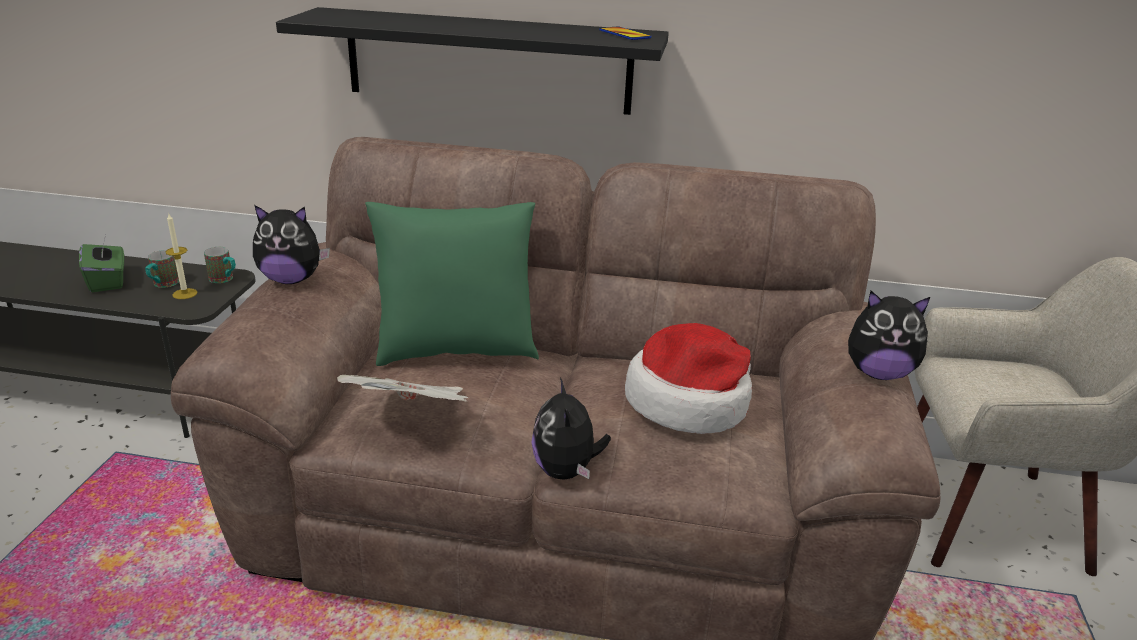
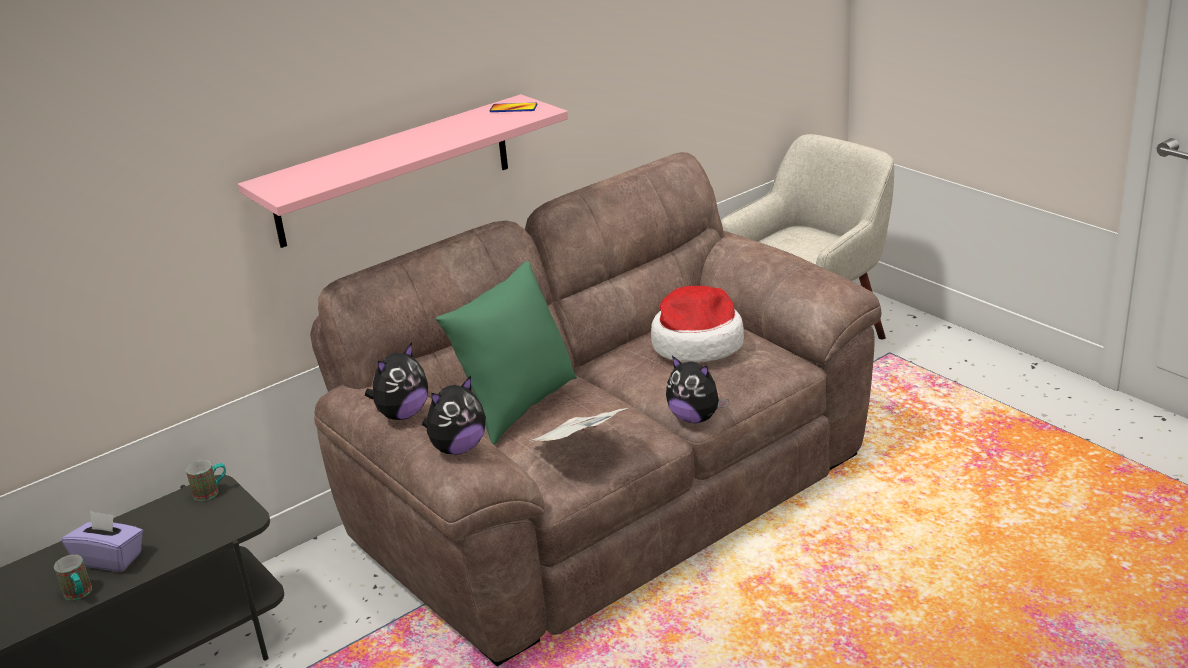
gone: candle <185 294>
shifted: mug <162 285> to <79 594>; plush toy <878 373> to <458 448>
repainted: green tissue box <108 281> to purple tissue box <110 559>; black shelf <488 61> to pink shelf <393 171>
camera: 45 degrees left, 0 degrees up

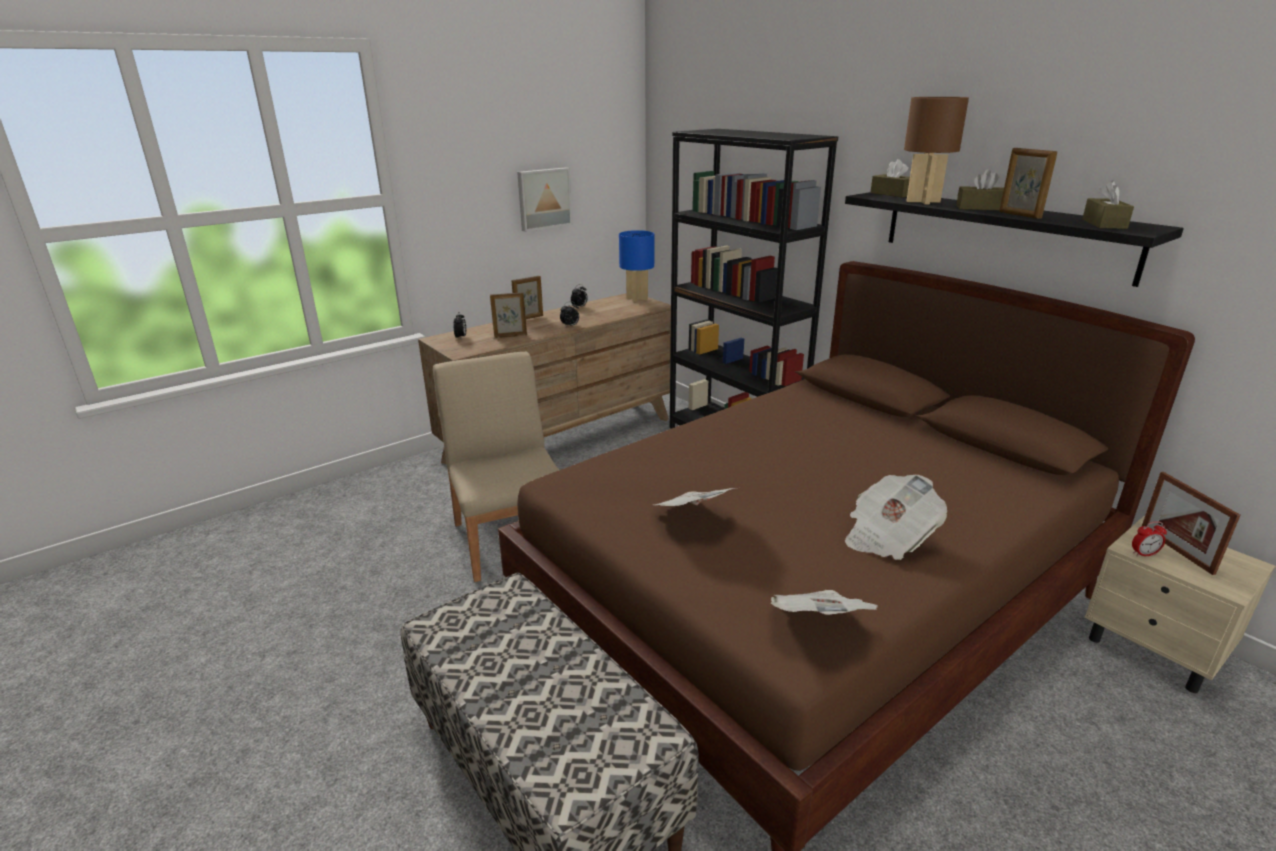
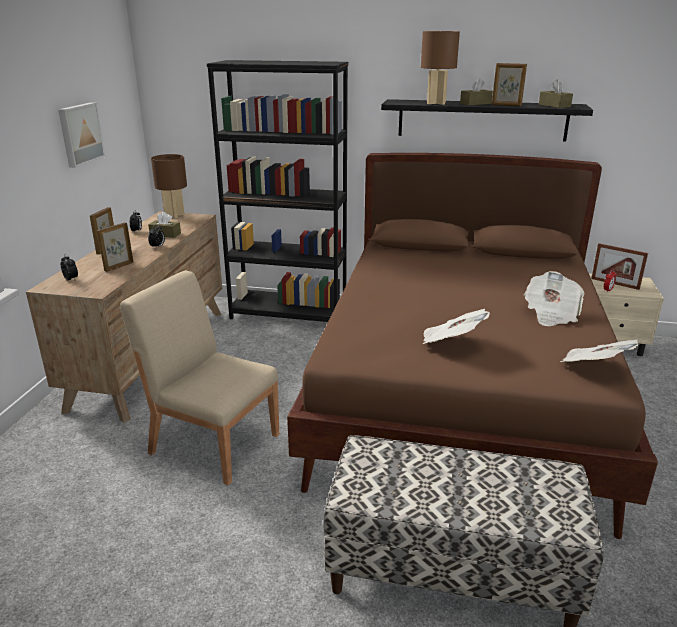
shifted: brown tissue box <892 194> to <165 234>
repainted: blue table lamp <636 298> to brown table lamp <174 215>
camera: 40 degrees left, 0 degrees up

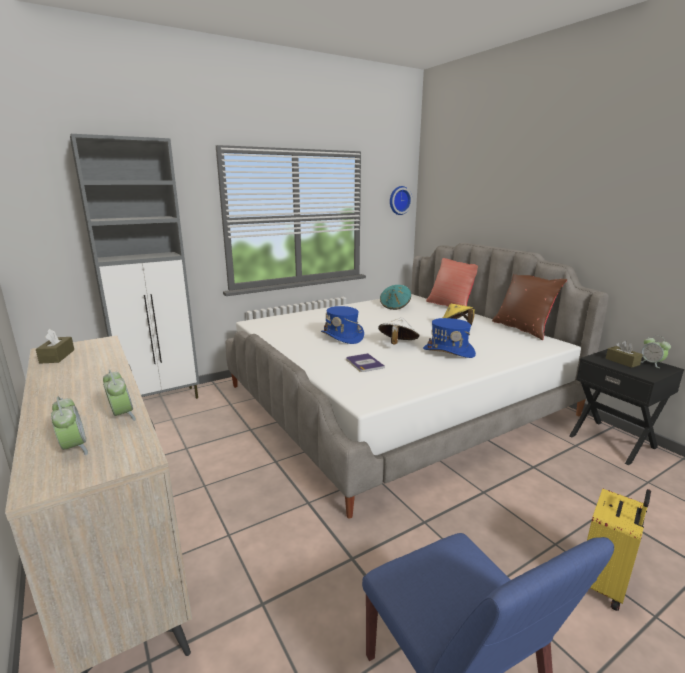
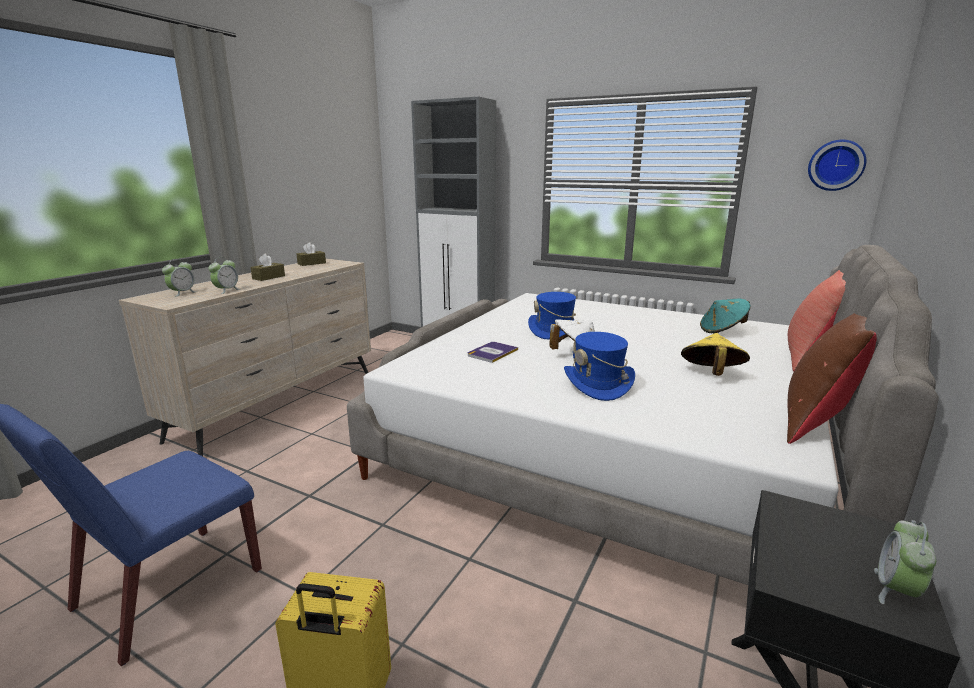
shifted: brown tissue box <622 361> to <268 277>
camera: 60 degrees right, 0 degrees up

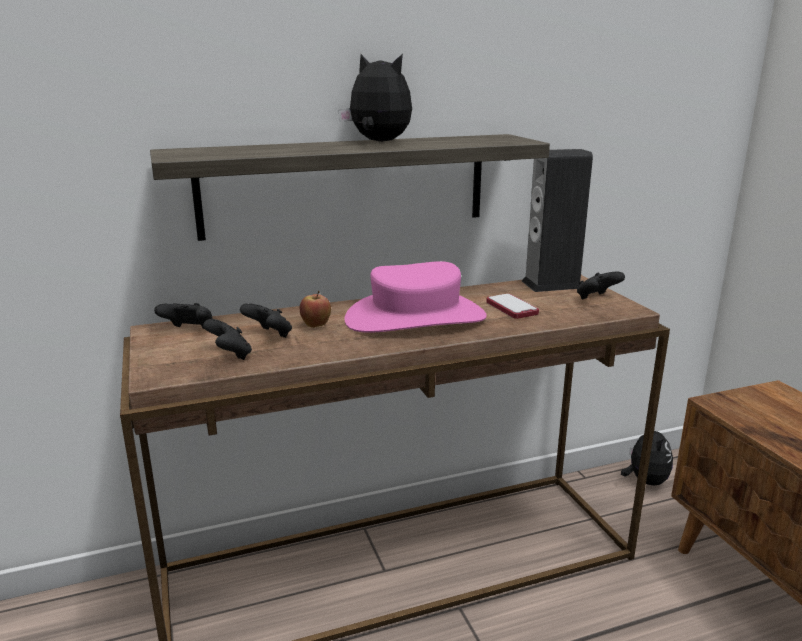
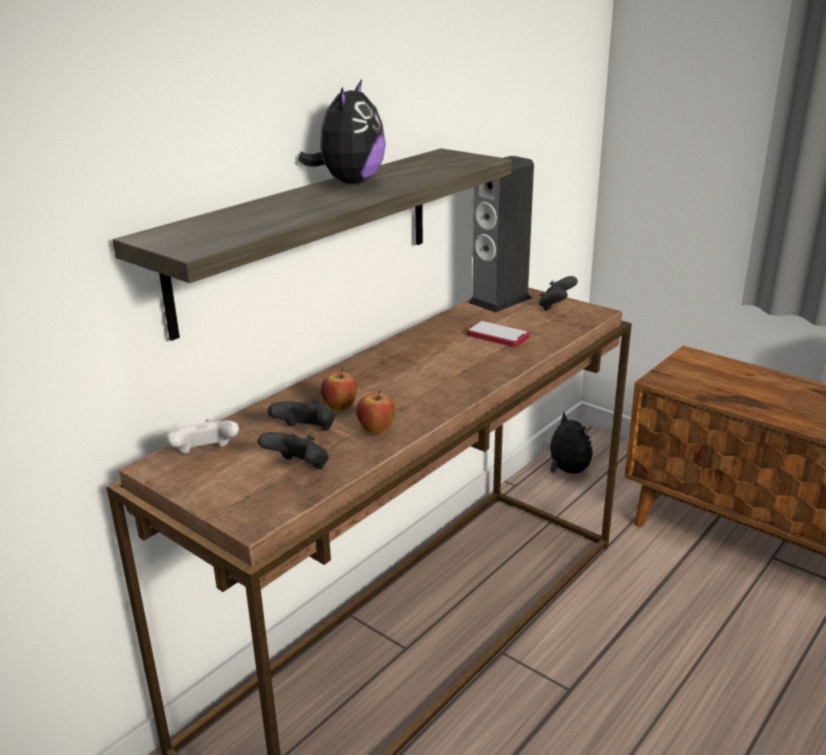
gone: pink hat <415 318>
new: apple <376 431>
repainted: black game controller <189 331> to white game controller <205 454>
rotated: plush toy <378 142> = <349 182> 105 degrees clockwise
camera: 30 degrees left, 5 degrees up

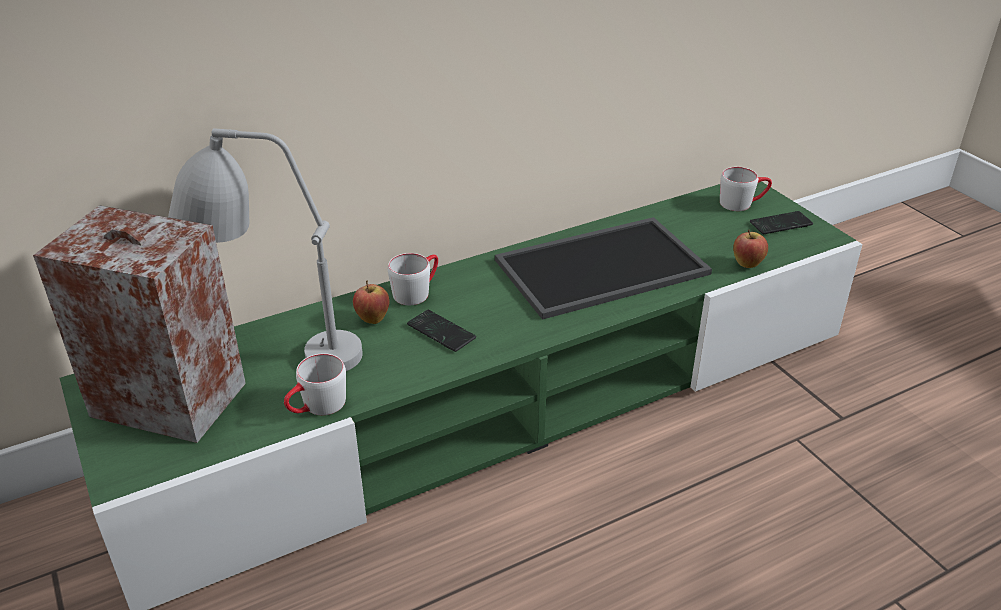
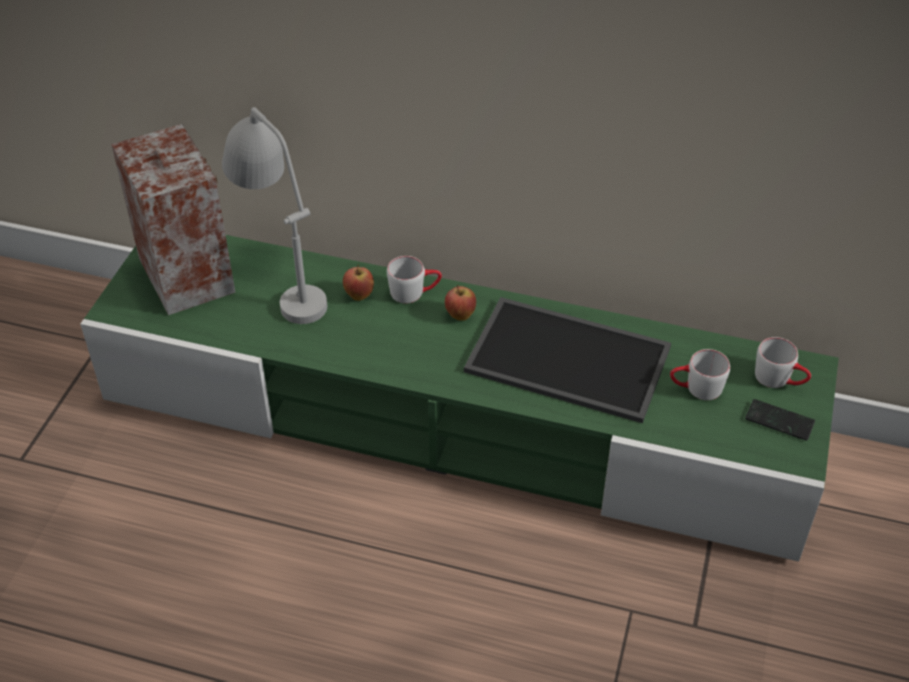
gone: phone <441 332>
shifted: grey mug <317 407> to <696 388>; apple <747 265> to <460 316>
camera: 45 degrees right, 10 degrees up

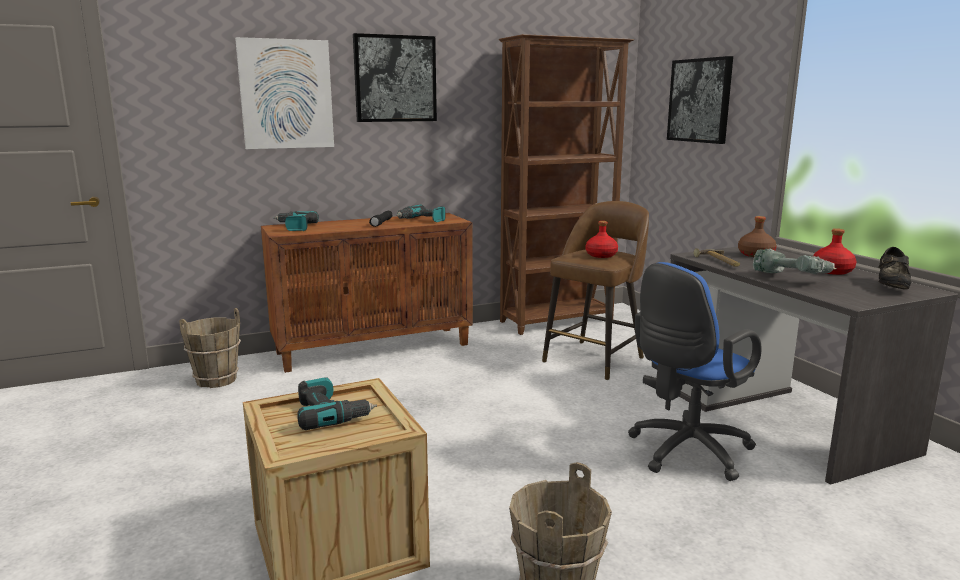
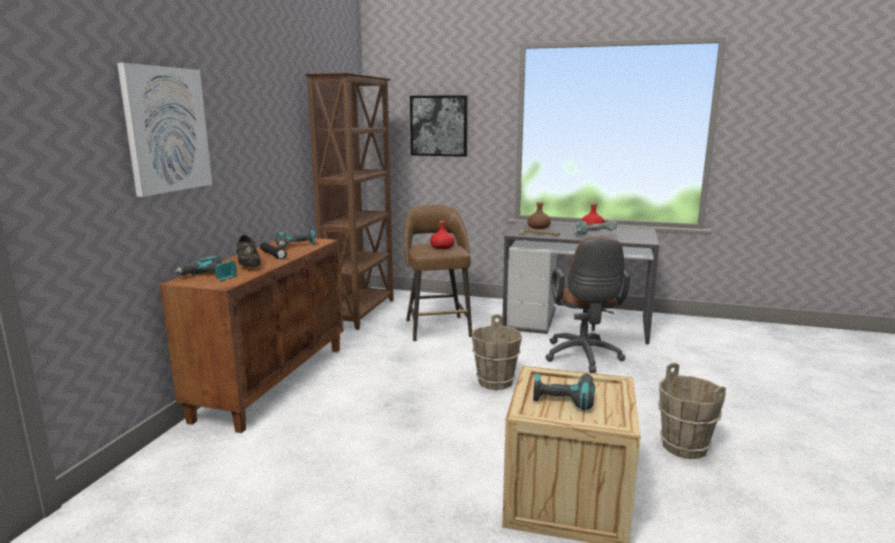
gone: picture <395 79>
shifted: brown bucket <216 380> to <495 382>; black shoe <891 286> to <249 265>
repainted: blue office chair <685 453> to brown office chair <583 357>
camera: 50 degrees left, 0 degrees up

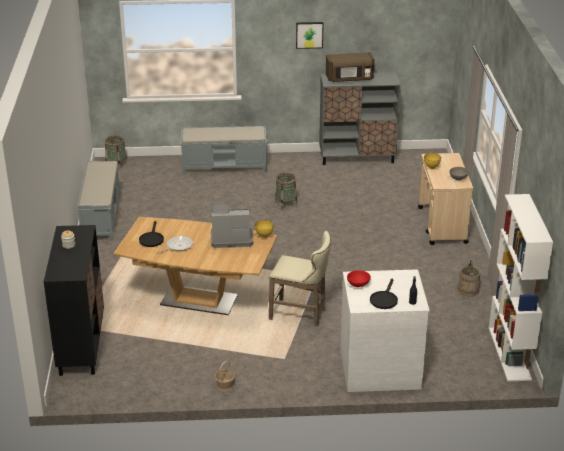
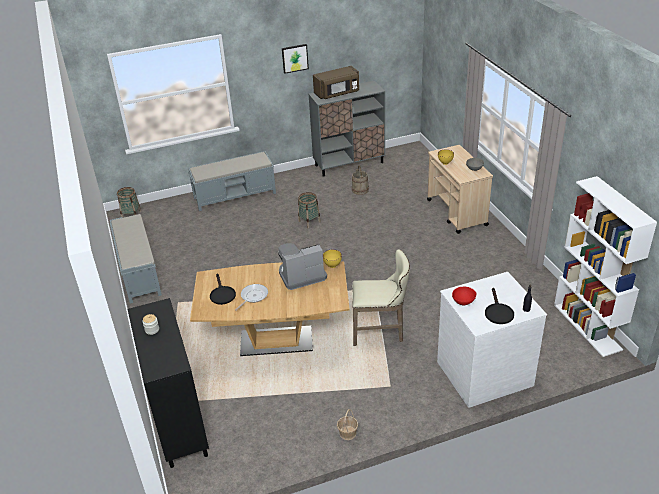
shifted: beige bucket <468 290> to <360 190>
camera: 15 degrees left, 5 degrees up

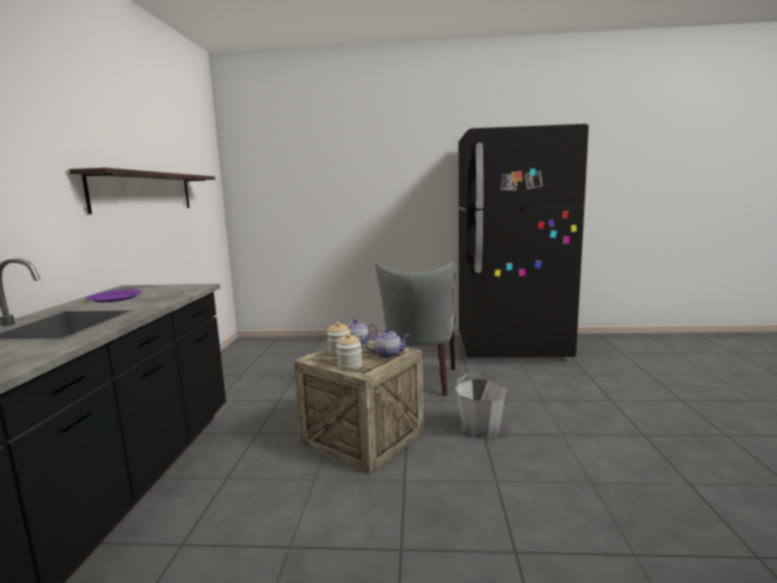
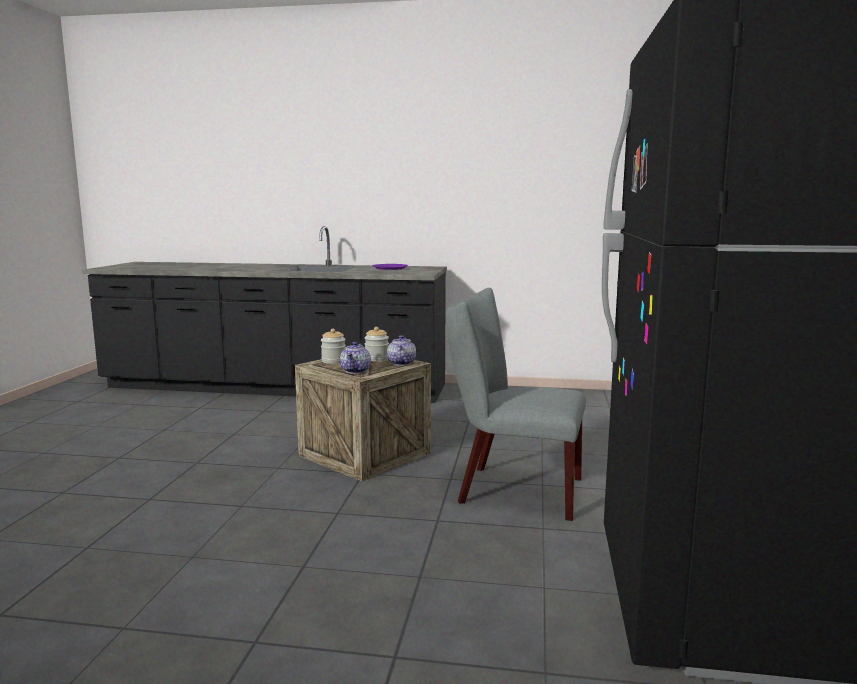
gone: shelf <144 192>; grey bucket <481 428>
camera: 95 degrees right, 0 degrees up

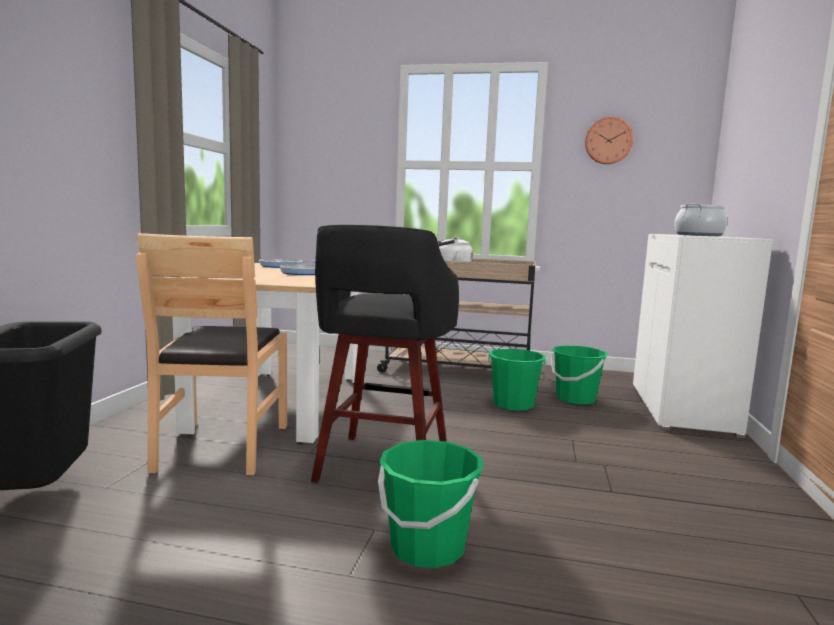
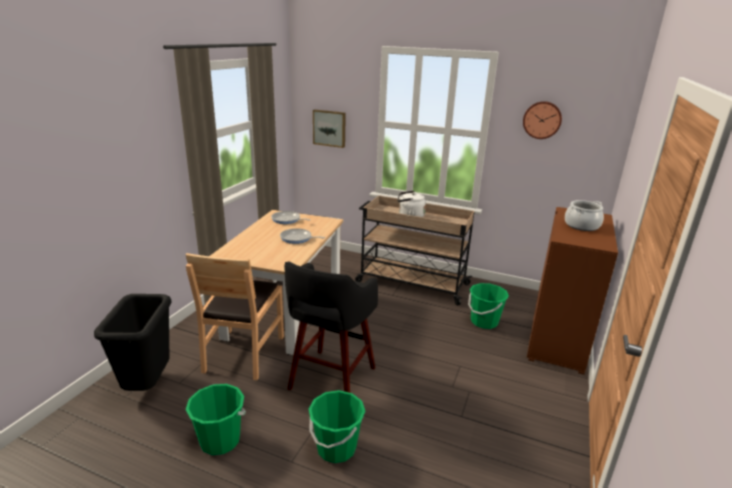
new: picture <329 128>
shifted: green bucket <513 404> to <220 440>
repainted: white cabinet <683 409> to brown cabinet <558 339>
camera: 10 degrees right, 15 degrees up

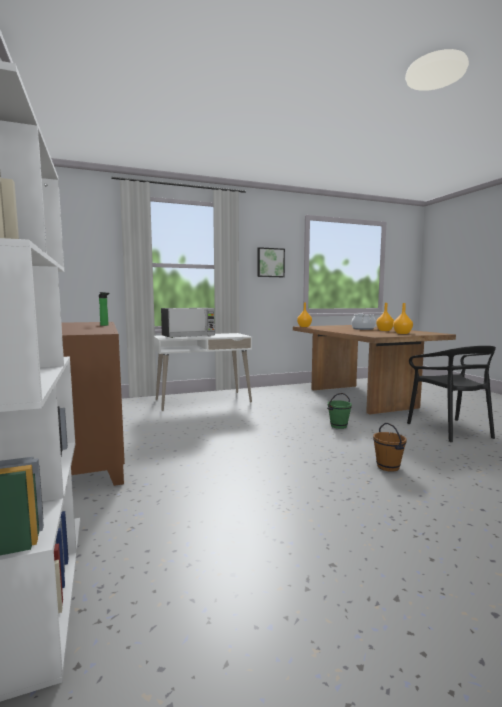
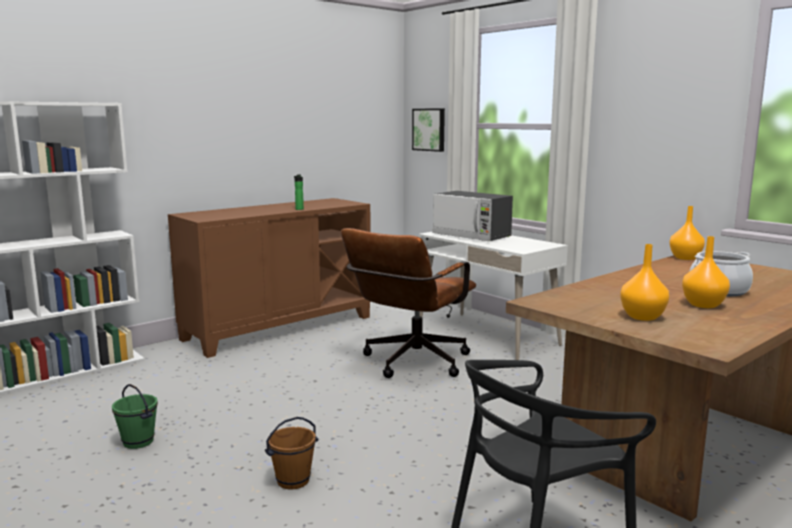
new: brown office chair <410 364>
shifted: picture <270 262> to <429 129>; green bucket <339 426> to <137 442>
camera: 70 degrees right, 5 degrees up

